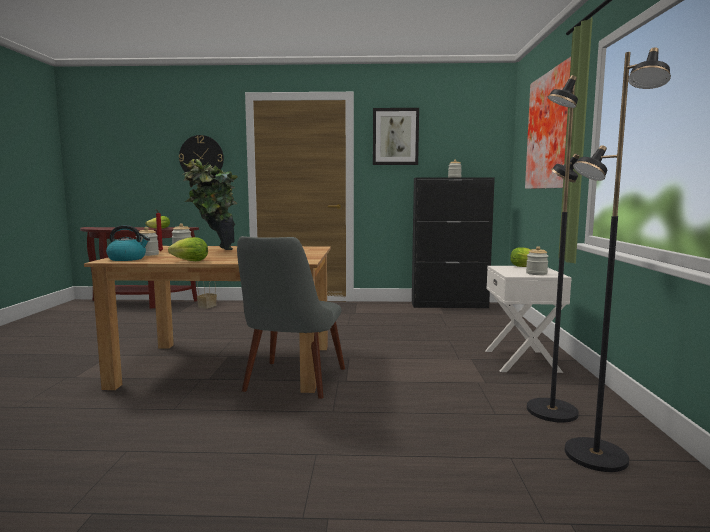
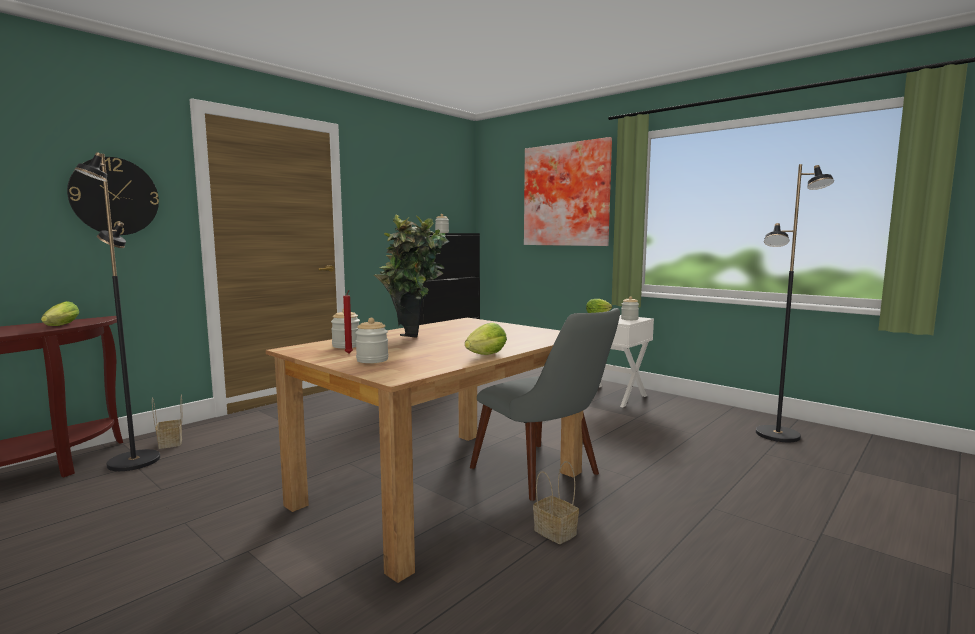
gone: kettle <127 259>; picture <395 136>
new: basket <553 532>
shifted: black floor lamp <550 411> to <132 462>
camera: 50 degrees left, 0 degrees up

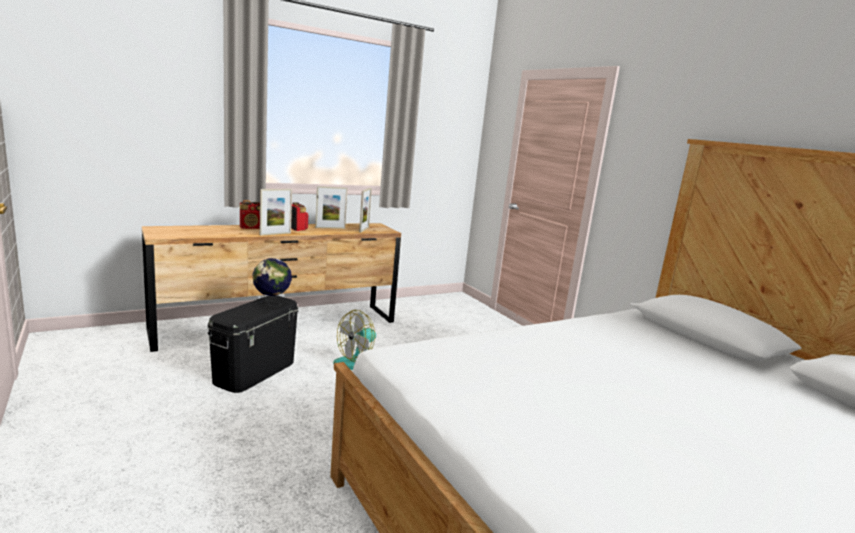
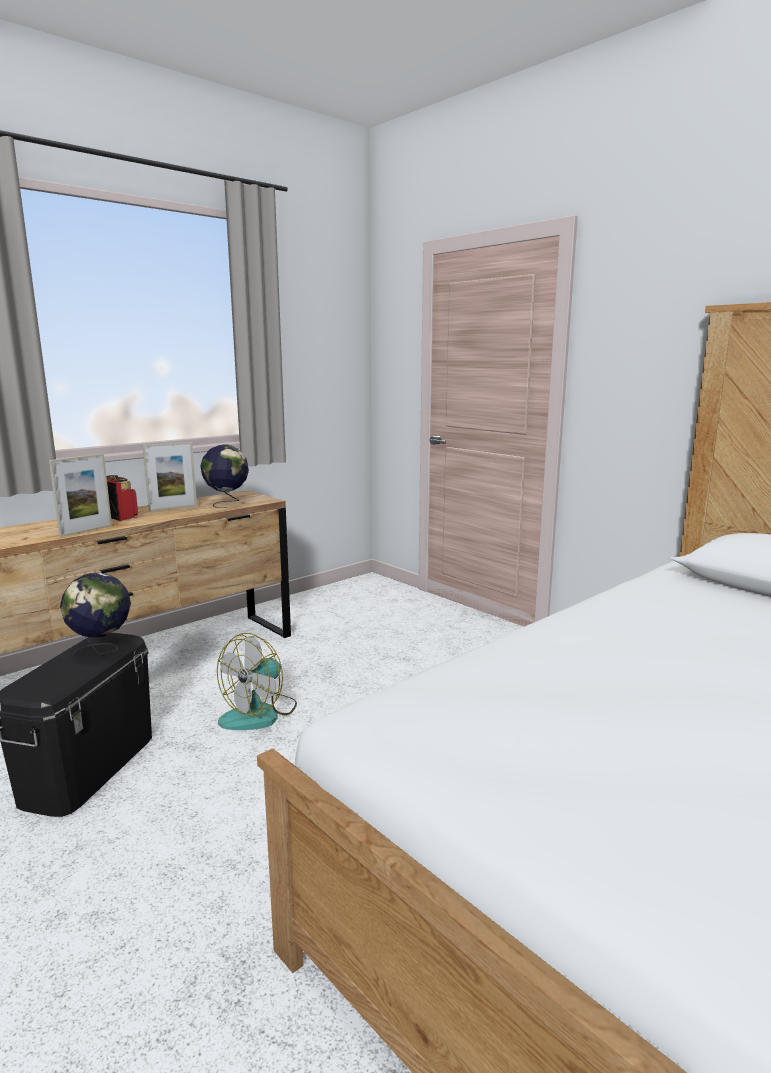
gone: radio <251 228>
swapped: picture frame <364 229> to globe <227 503>
camera: 10 degrees left, 0 degrees up

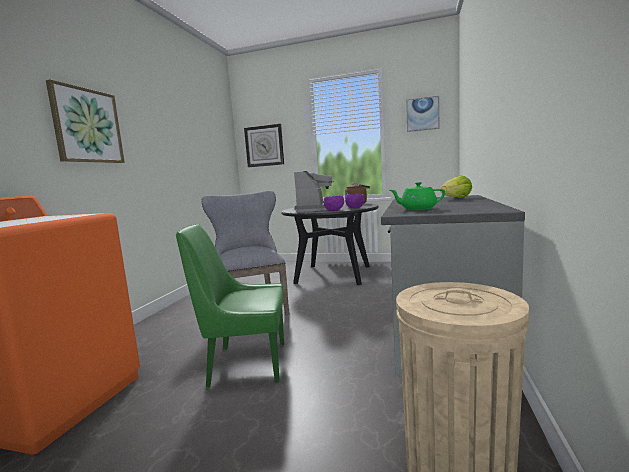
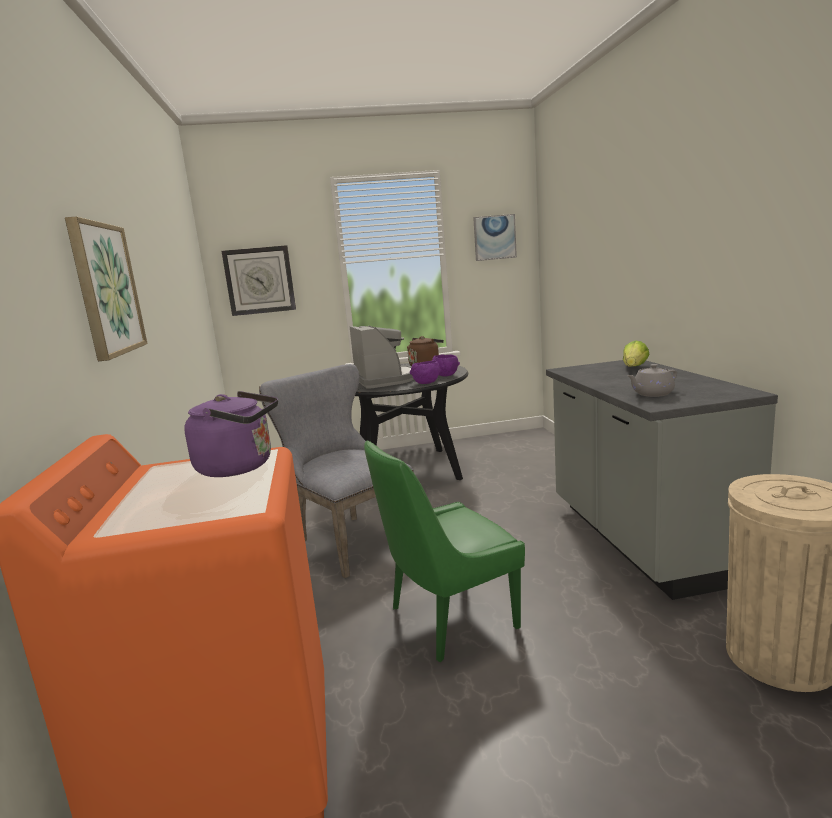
new: purple kettle <240 467>
repainted: green teapot <417 209> to grey teapot <652 394>
camera: 25 degrees left, 5 degrees up

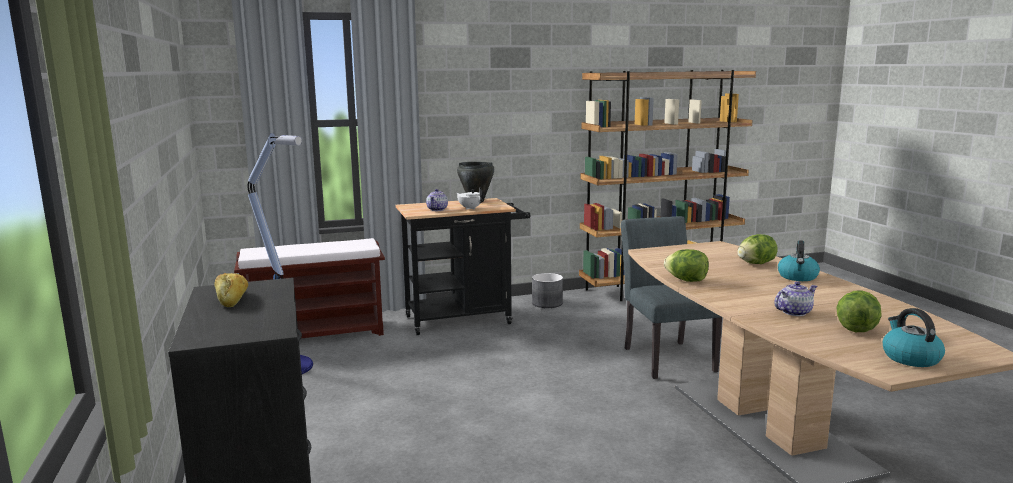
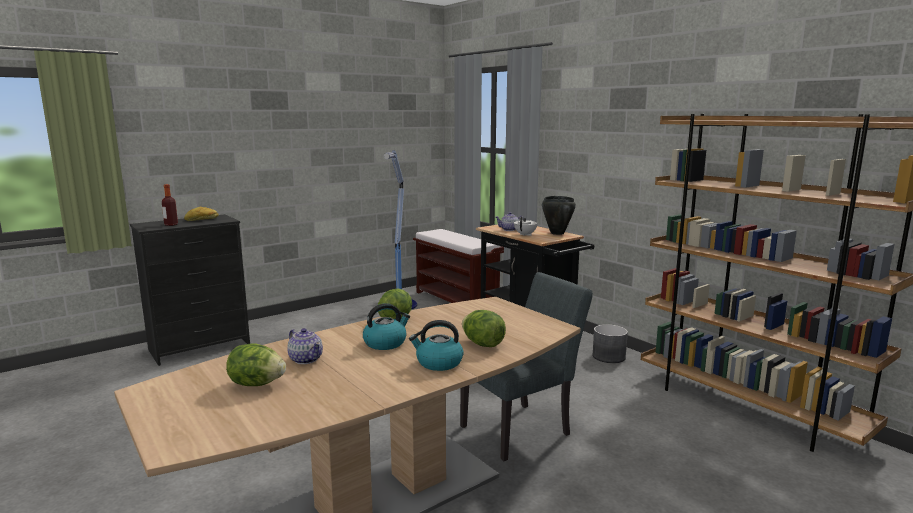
new: bottle <171 224>
shifted: kettle <910 358> to <385 343>
camera: 70 degrees right, 0 degrees up

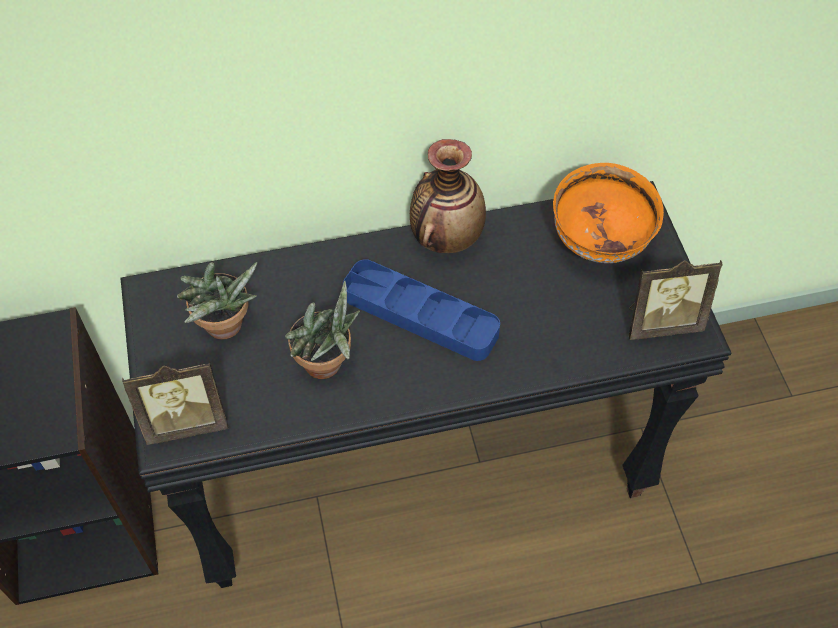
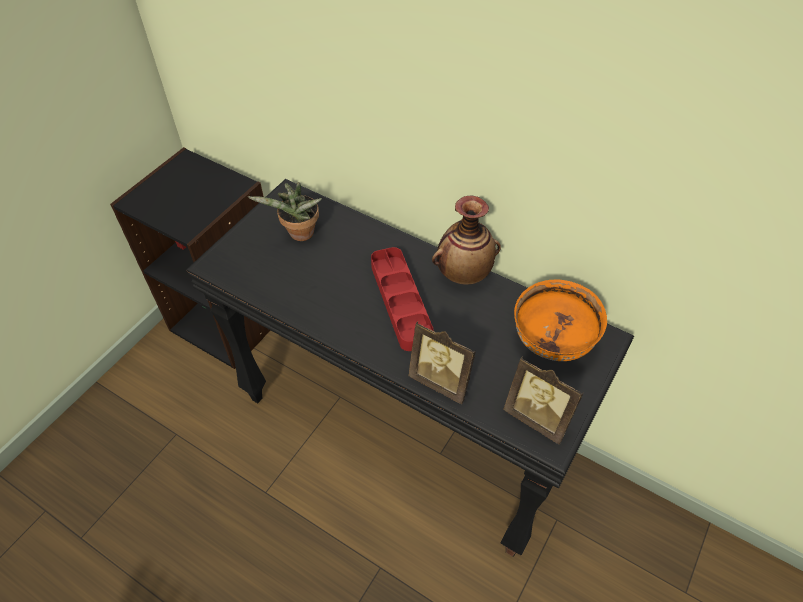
gone: potted plant <328 366>
shifted: picture frame <186 421> to <442 381>
repainted: blue tray <420 315> to red tray <400 301>
camera: 45 degrees right, 5 degrees down

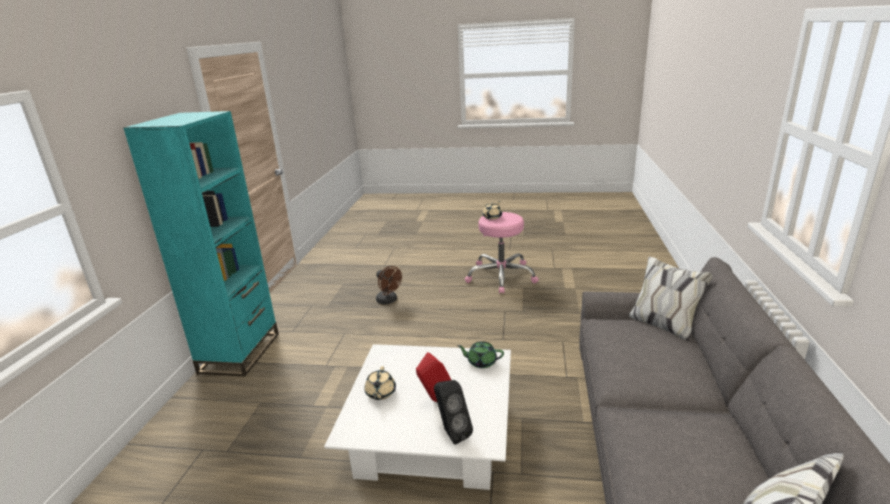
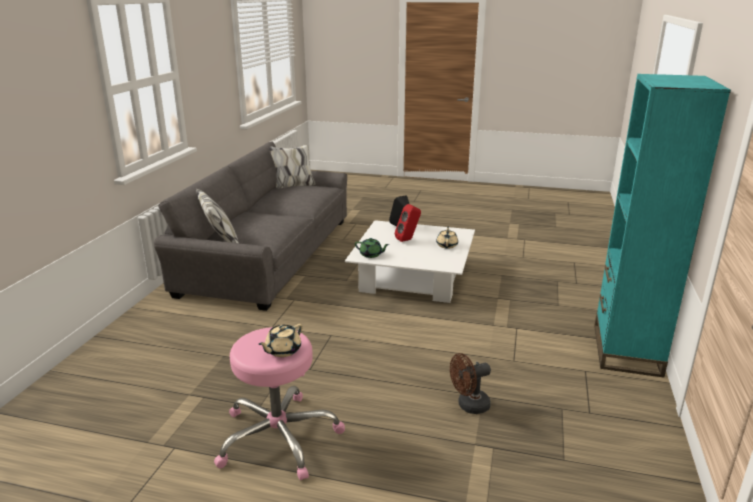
rotated: brown fan <389 301> = <469 406> 75 degrees counterclockwise
camera: 175 degrees left, 0 degrees up

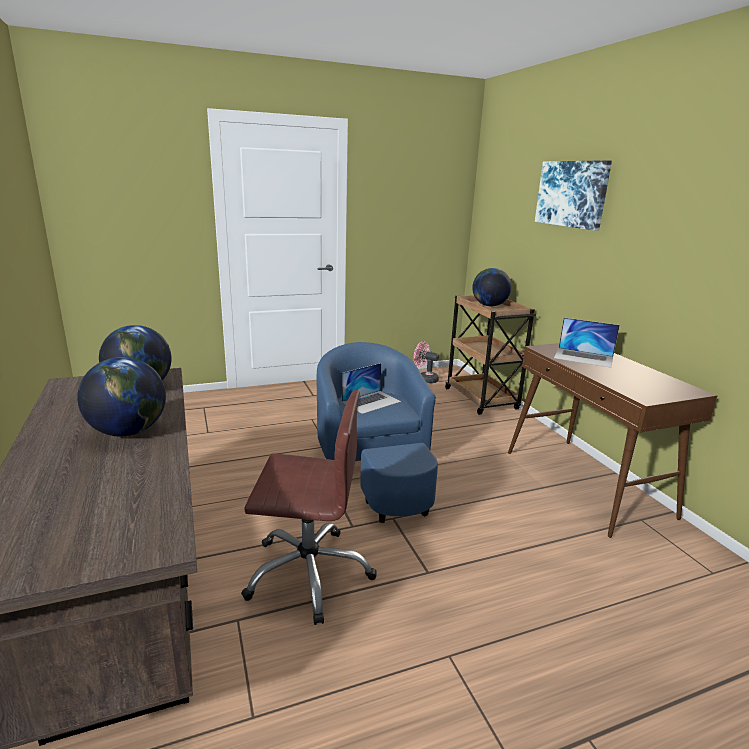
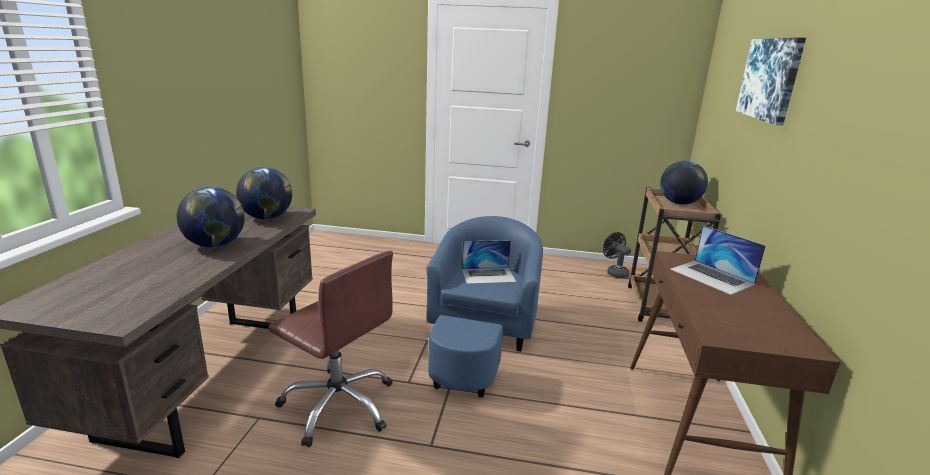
repainted: pink fan <425 379> to black fan <615 272>
camera: 30 degrees right, 0 degrees up

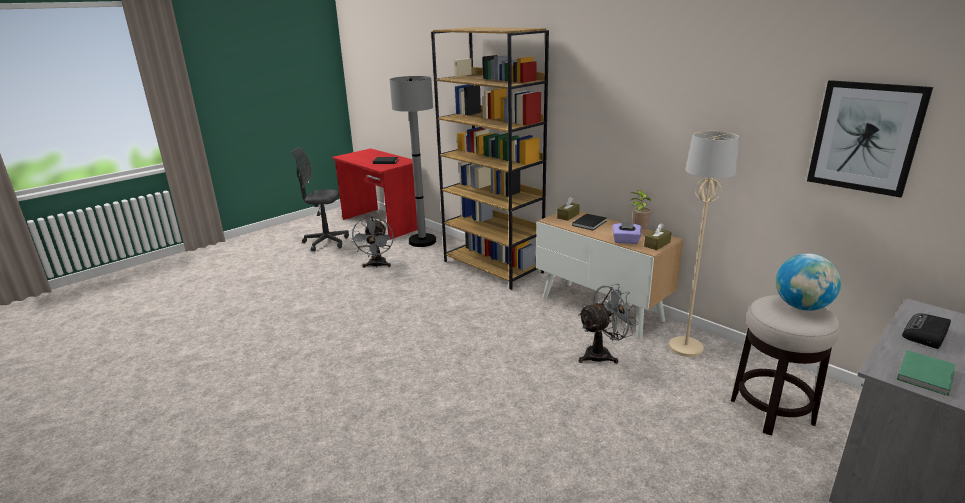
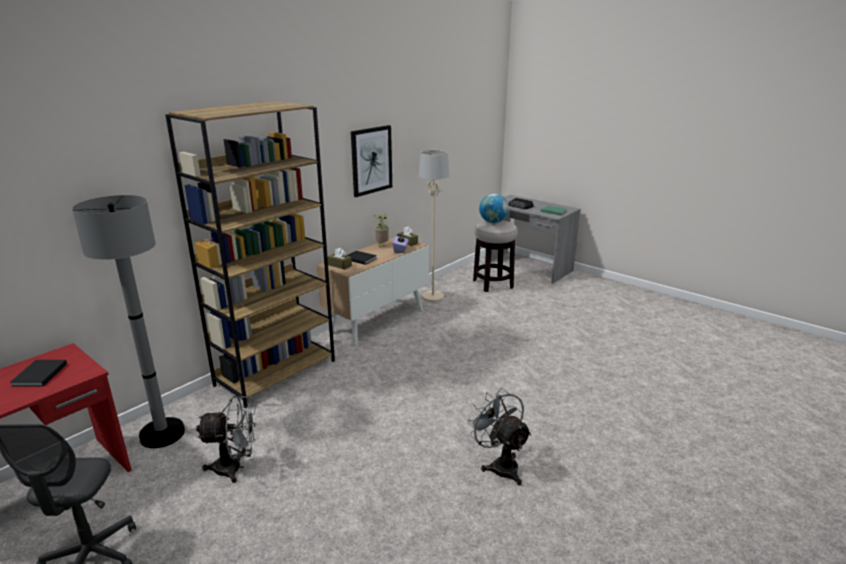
shifted: grey fan <603 354> to <500 465>; picture <865 137> to <371 160>
camera: 95 degrees left, 0 degrees up

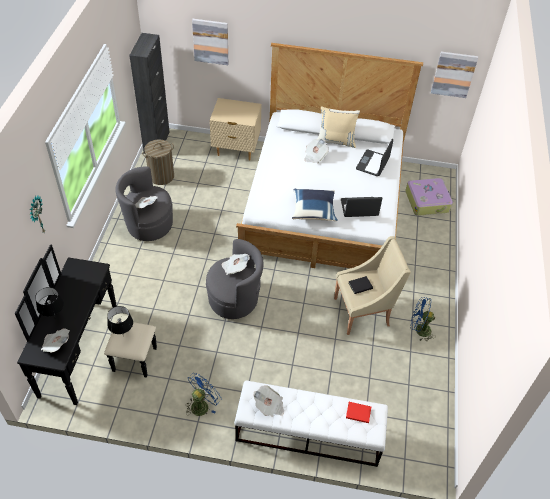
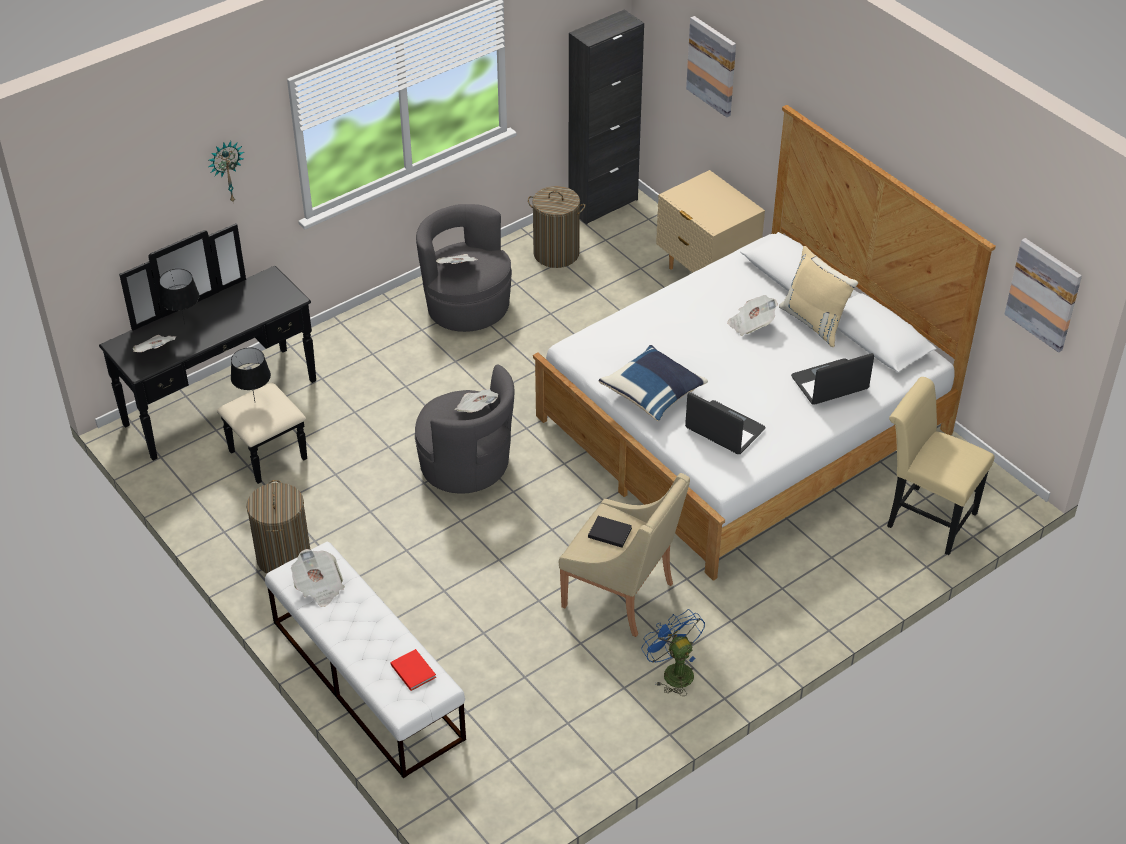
swapped: blue fan <202 404> to laundry basket <283 557>; suitcase <427 201> to beige chair <925 517>
camera: 45 degrees right, 5 degrees down

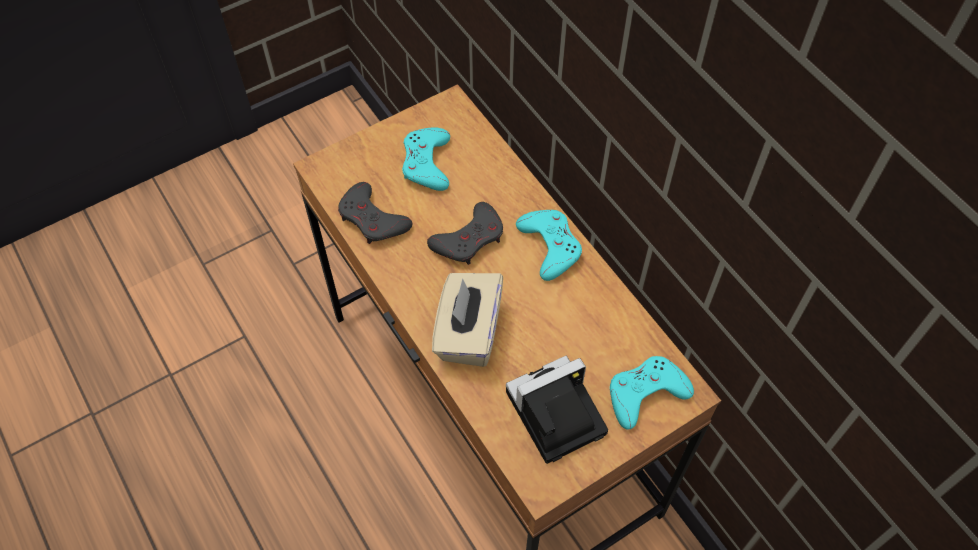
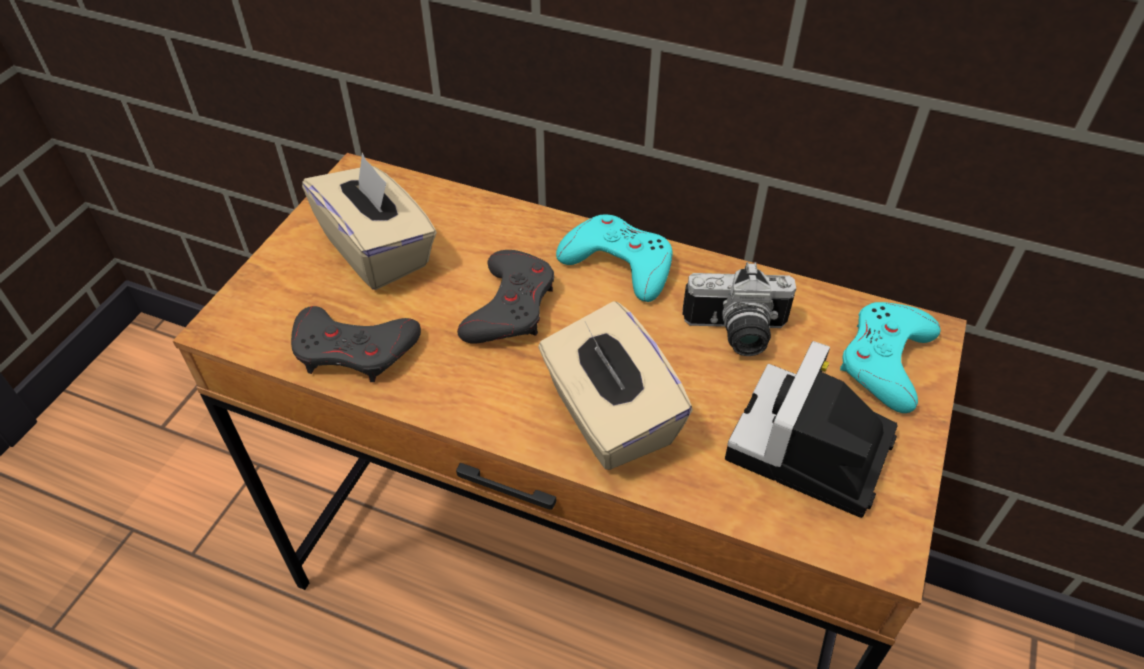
new: photo camera <736 334>
swapped: turquoise game controller <427 163> to beige tissue box <378 250>
camera: 35 degrees left, 10 degrees down

